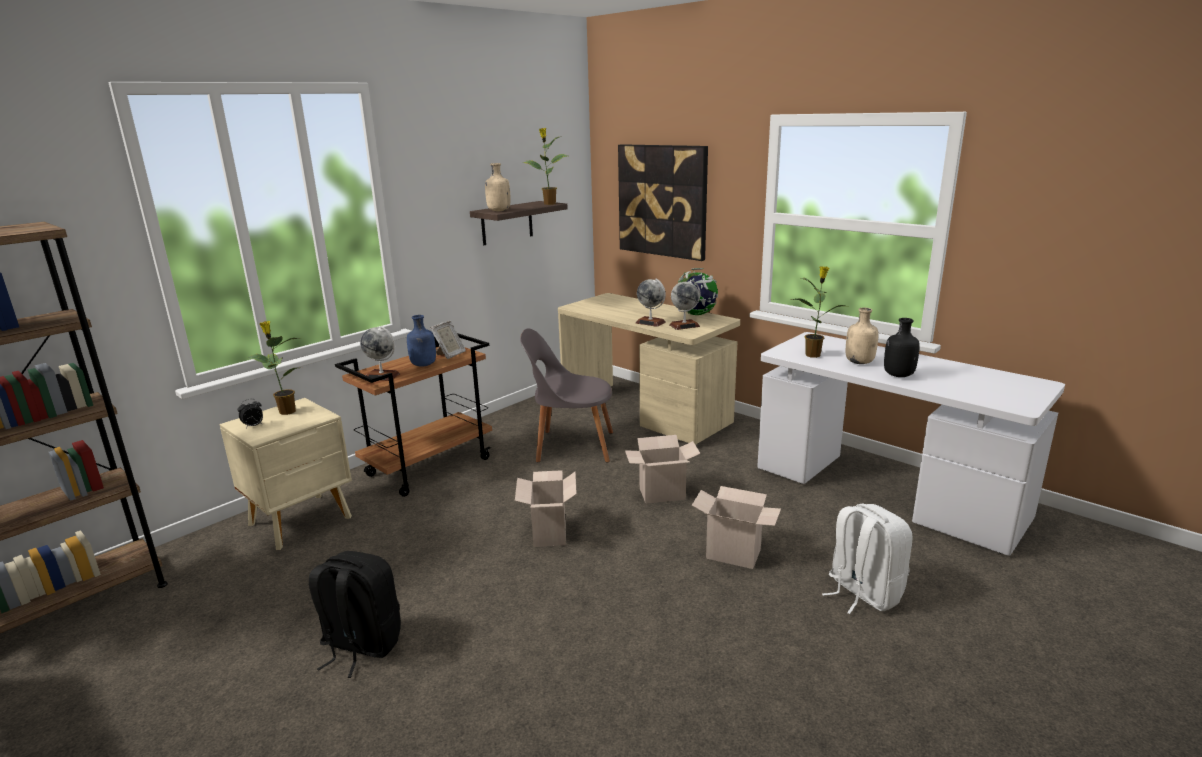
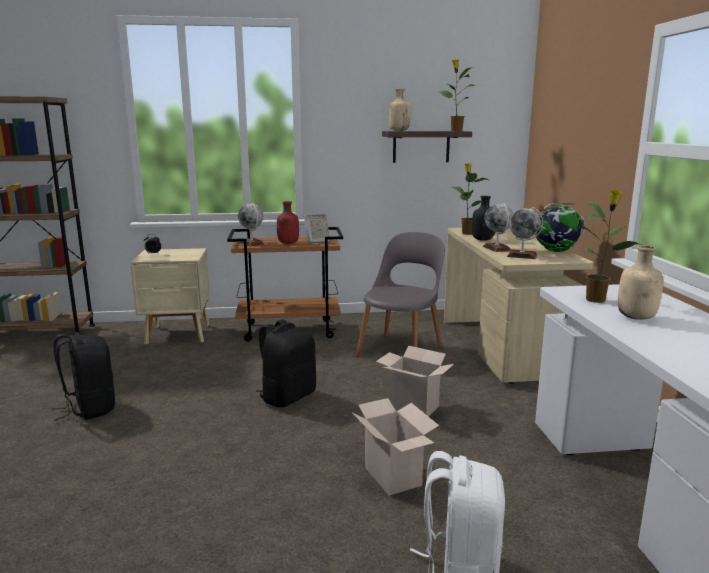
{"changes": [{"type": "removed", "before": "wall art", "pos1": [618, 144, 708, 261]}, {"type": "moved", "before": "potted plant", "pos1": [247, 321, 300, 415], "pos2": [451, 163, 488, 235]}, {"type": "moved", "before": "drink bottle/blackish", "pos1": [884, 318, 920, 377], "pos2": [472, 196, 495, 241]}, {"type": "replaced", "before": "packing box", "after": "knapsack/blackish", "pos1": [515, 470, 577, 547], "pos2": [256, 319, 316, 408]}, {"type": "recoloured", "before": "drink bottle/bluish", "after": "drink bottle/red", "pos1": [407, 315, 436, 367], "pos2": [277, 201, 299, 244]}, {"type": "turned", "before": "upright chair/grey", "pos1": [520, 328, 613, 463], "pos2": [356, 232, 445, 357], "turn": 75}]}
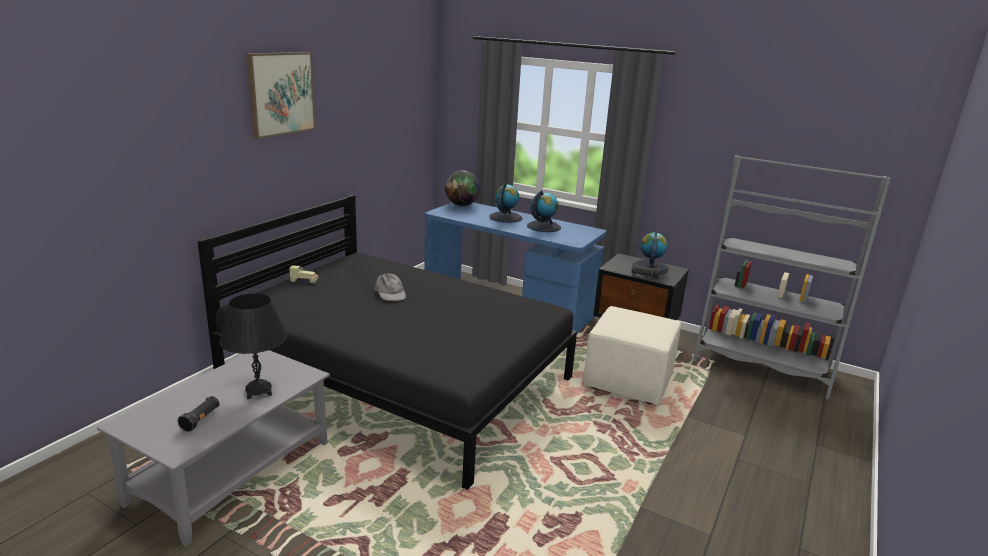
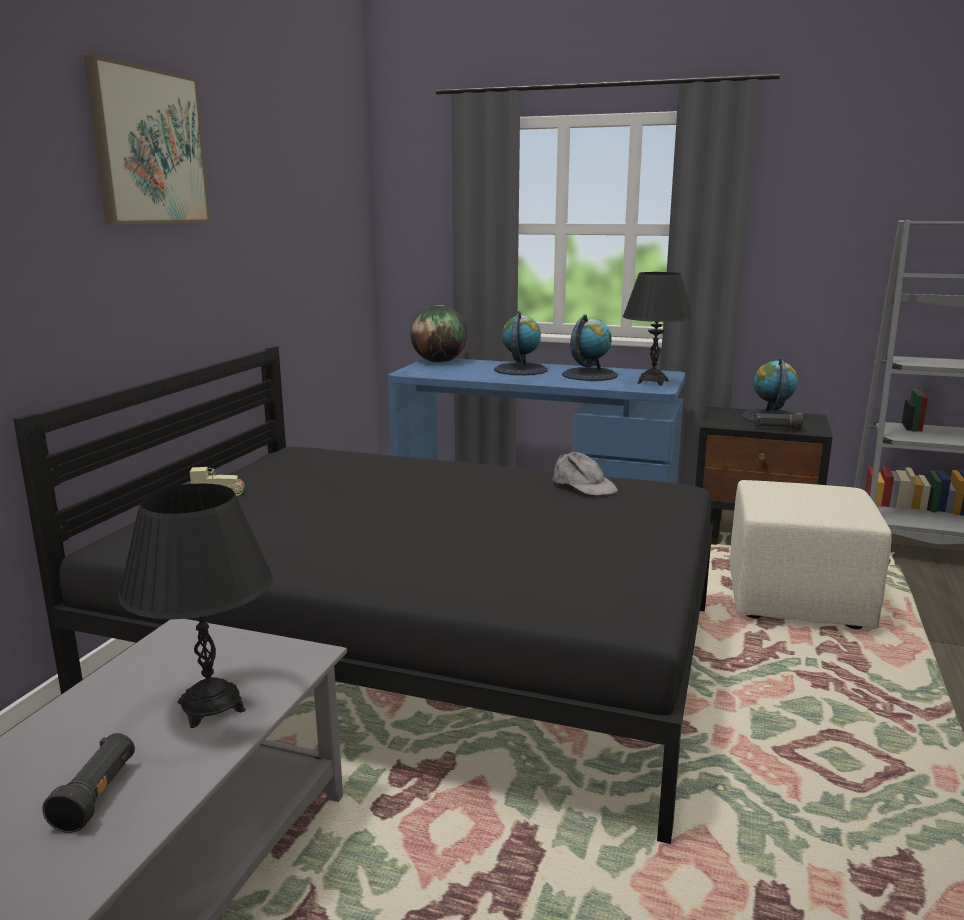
{"changes": [{"type": "added", "after": "tabletop lamp/blackish", "pos2": [623, 272, 692, 386]}, {"type": "moved", "before": "cap/grey", "pos1": [374, 274, 406, 301], "pos2": [553, 452, 618, 495]}]}
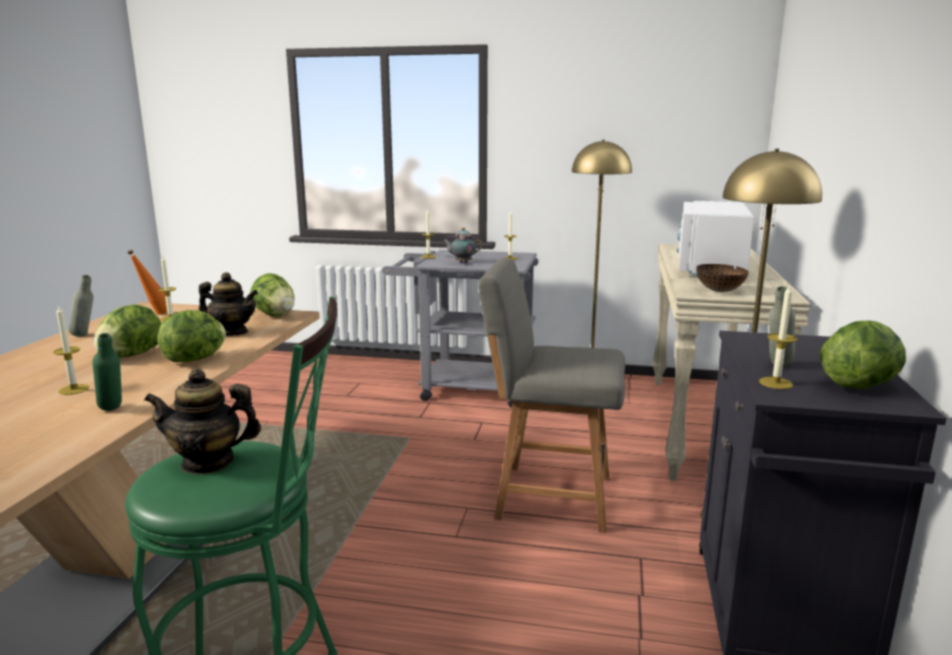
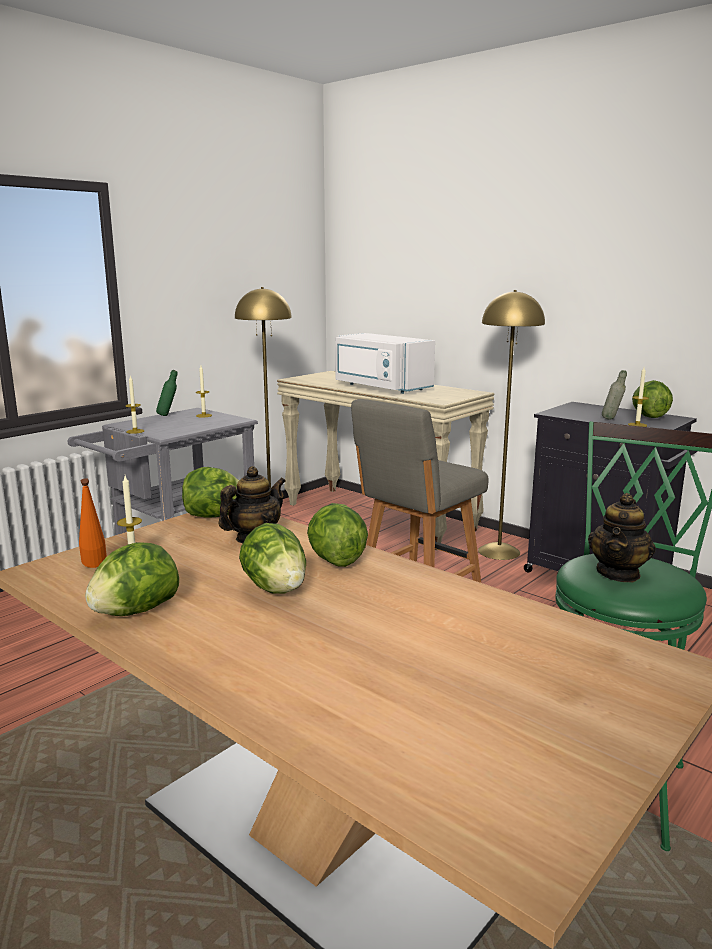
{"changes": [{"type": "removed", "before": "wax light", "pos1": [53, 305, 89, 395]}, {"type": "removed", "before": "tea pot", "pos1": [443, 227, 483, 263]}, {"type": "removed", "before": "bowl", "pos1": [696, 264, 748, 292]}, {"type": "moved", "before": "drink bottle/green-coloured", "pos1": [93, 333, 122, 411], "pos2": [156, 370, 178, 416]}, {"type": "replaced", "before": "drink bottle/grey", "after": "lettuce", "pos1": [69, 275, 94, 337], "pos2": [85, 542, 179, 616]}]}
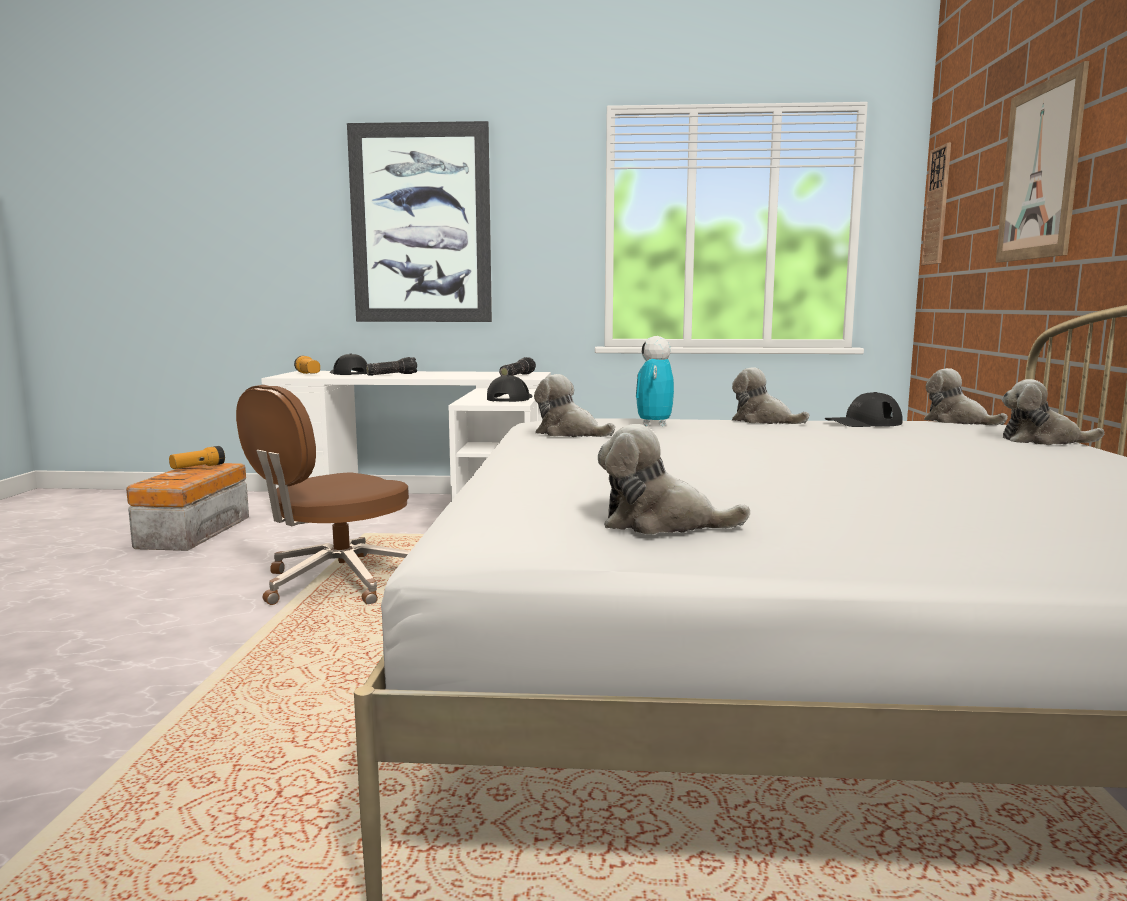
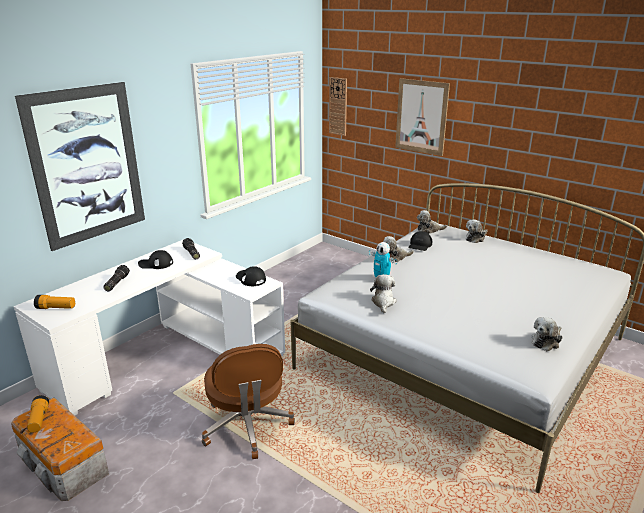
{"changes": [{"type": "moved", "before": "cap/blackish", "pos1": [330, 354, 367, 375], "pos2": [138, 250, 173, 269]}, {"type": "turned", "before": "soft toy", "pos1": [534, 374, 615, 437], "pos2": [370, 274, 397, 313], "turn": 120}]}
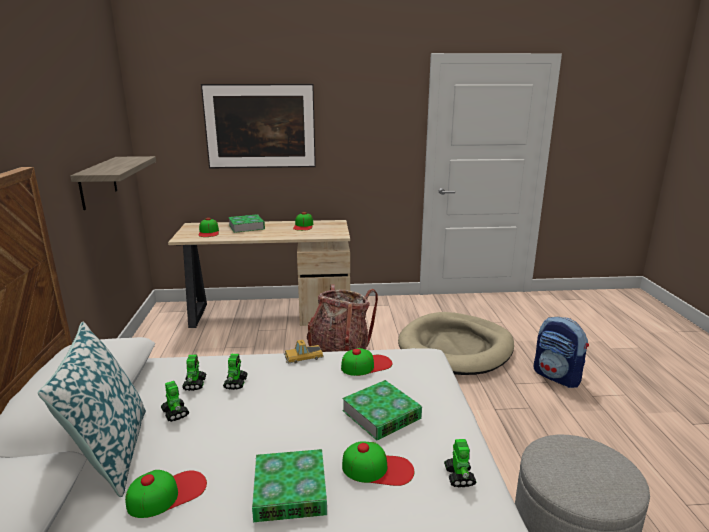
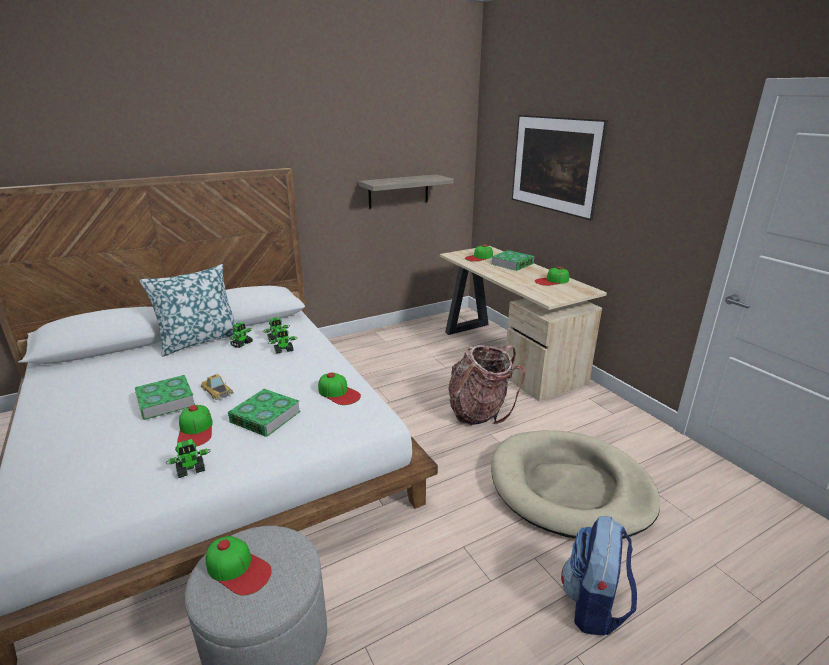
{"changes": [{"type": "moved", "before": "cap", "pos1": [125, 470, 207, 518], "pos2": [205, 536, 272, 595]}, {"type": "moved", "before": "toy car", "pos1": [284, 340, 324, 364], "pos2": [201, 374, 234, 400]}]}
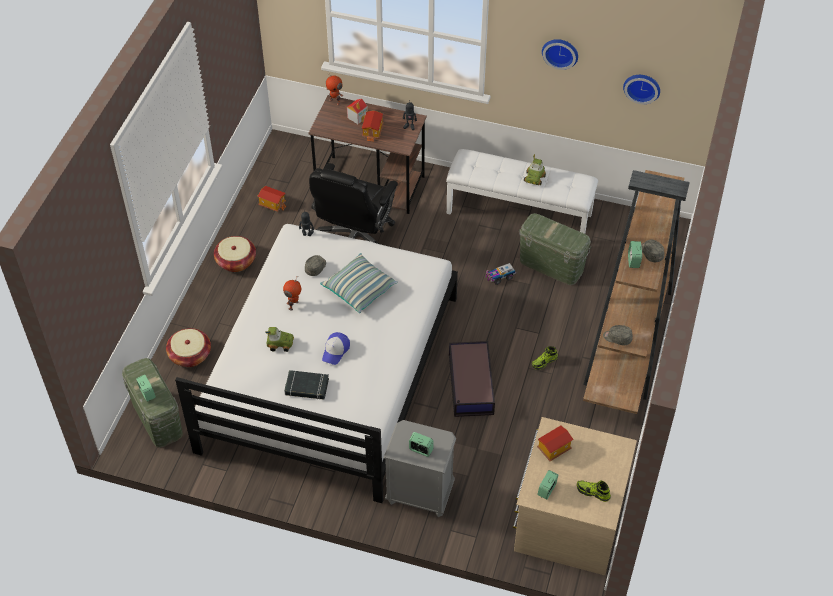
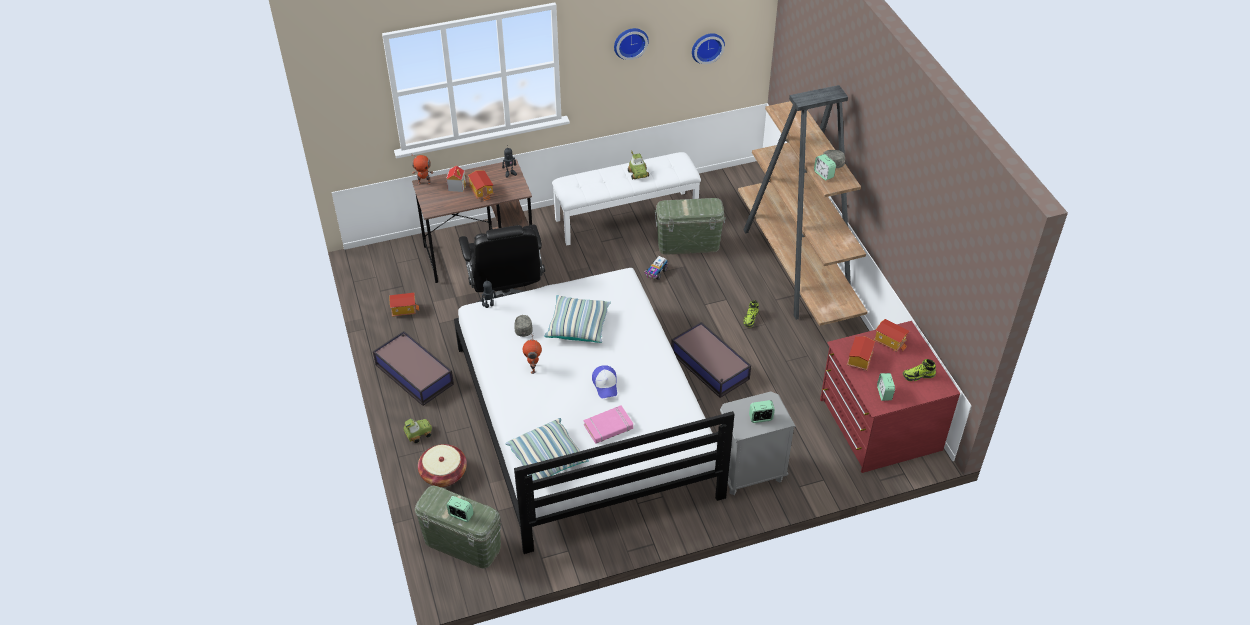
{"changes": [{"type": "removed", "before": "cap/grey", "pos1": [603, 325, 633, 345]}, {"type": "added", "after": "pillow", "pos2": [505, 418, 589, 480]}, {"type": "added", "after": "toy house", "pos2": [873, 319, 910, 352]}, {"type": "moved", "before": "toy car", "pos1": [265, 327, 294, 352], "pos2": [403, 419, 432, 443]}, {"type": "replaced", "before": "storage basket", "after": "storage bin", "pos1": [214, 236, 256, 272], "pos2": [373, 331, 454, 406]}, {"type": "recoloured", "before": "book/blackish", "after": "book/pink-coloured", "pos1": [284, 370, 329, 400], "pos2": [584, 405, 633, 444]}, {"type": "recoloured", "before": "drawer chest/beige-coloured", "after": "drawer chest/red", "pos1": [513, 417, 637, 575], "pos2": [820, 321, 960, 473]}]}
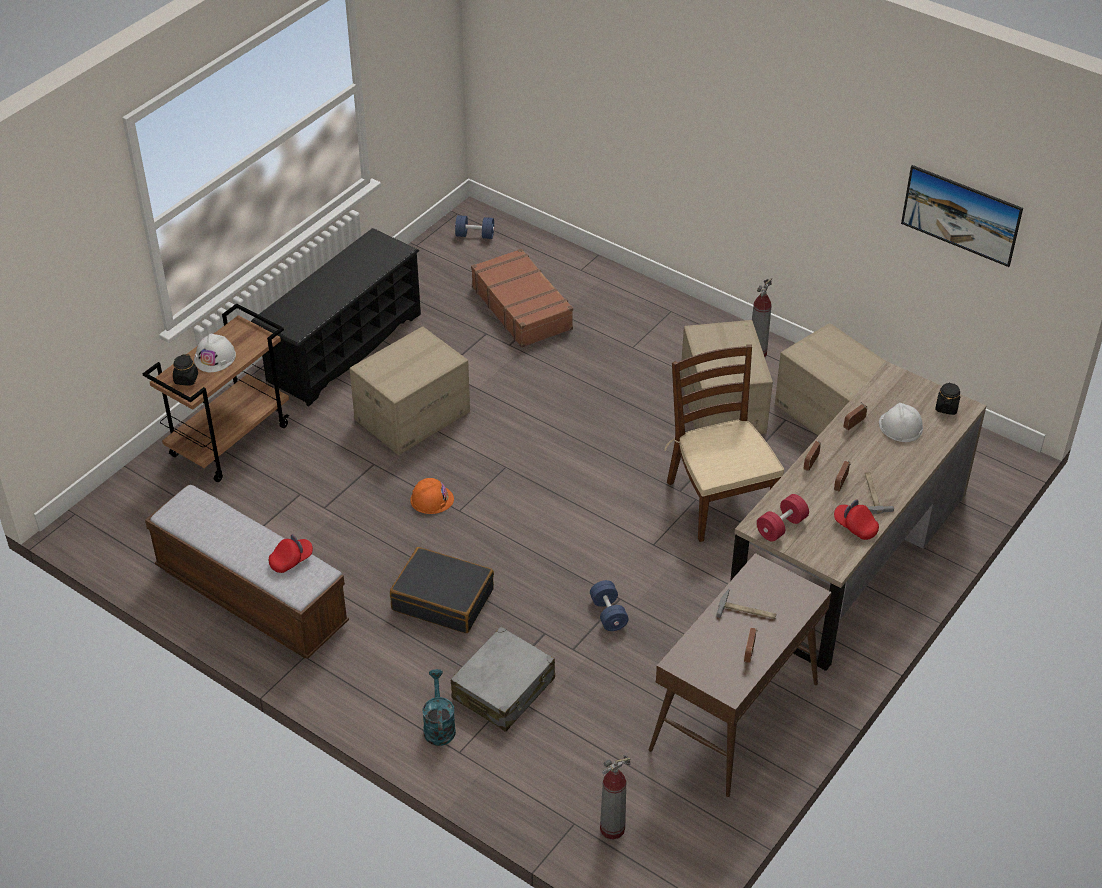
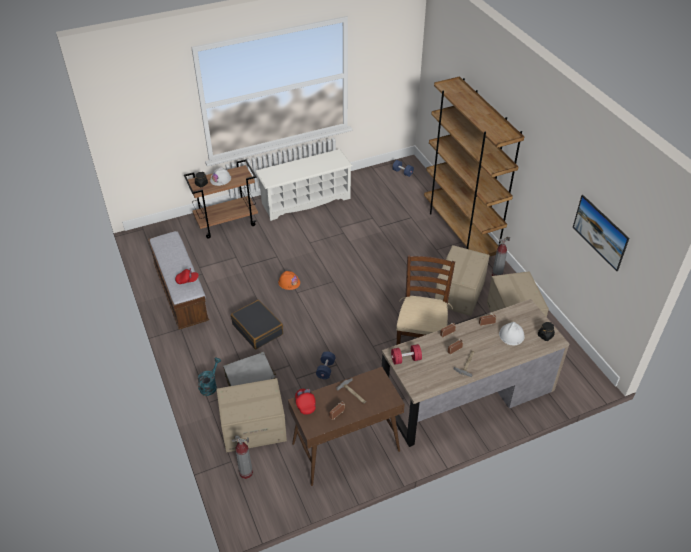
{"changes": [{"type": "removed", "before": "travel case/brown", "pos1": [471, 248, 573, 348]}, {"type": "added", "after": "bookcase/brown", "pos2": [424, 76, 524, 257]}, {"type": "moved", "before": "packing box", "pos1": [350, 326, 470, 455], "pos2": [216, 378, 287, 452]}, {"type": "moved", "before": "cap/red", "pos1": [834, 499, 879, 540], "pos2": [295, 389, 316, 415]}, {"type": "recoloured", "before": "shoe shelf/blackish", "after": "shoe shelf/white", "pos1": [251, 228, 421, 407], "pos2": [255, 149, 352, 221]}]}
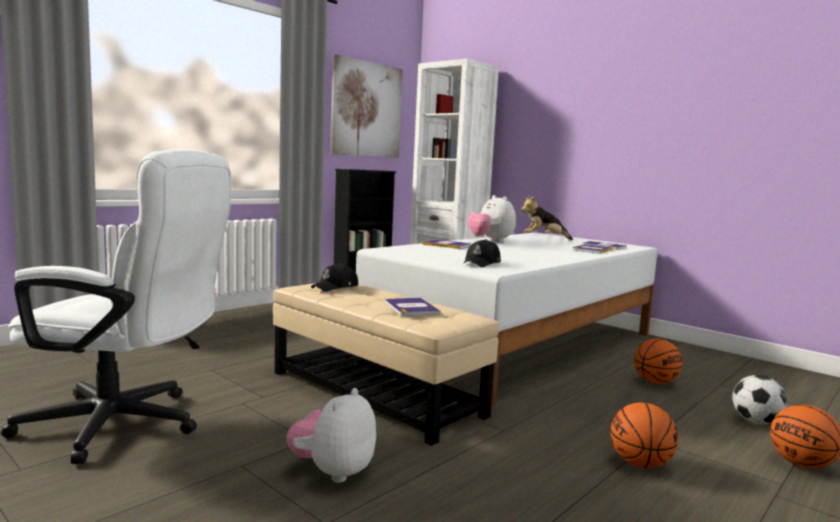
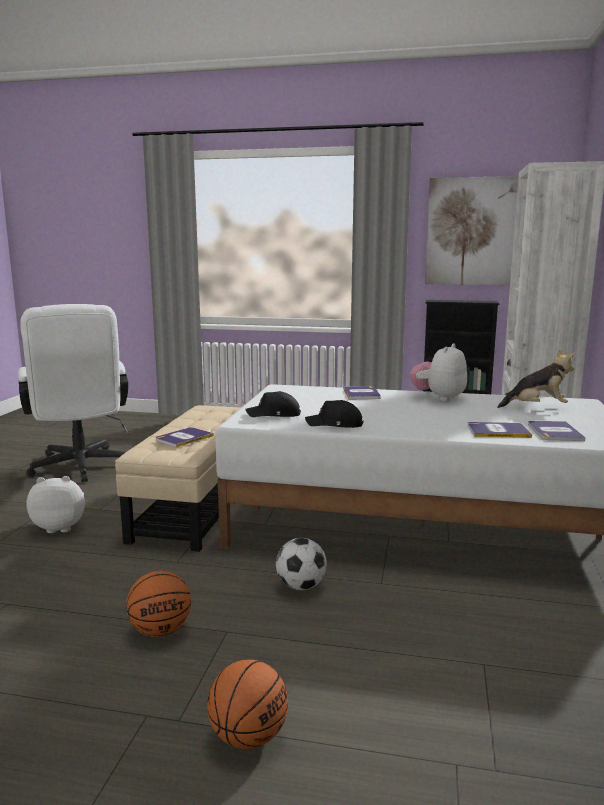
{"changes": [{"type": "removed", "before": "basketball", "pos1": [634, 339, 683, 384]}, {"type": "moved", "before": "cap/blackish", "pos1": [311, 263, 358, 292], "pos2": [305, 400, 363, 428]}, {"type": "moved", "before": "football", "pos1": [732, 375, 788, 425], "pos2": [276, 538, 327, 590]}, {"type": "turned", "before": "soft toy", "pos1": [521, 196, 573, 240], "pos2": [497, 349, 575, 408], "turn": 120}]}
